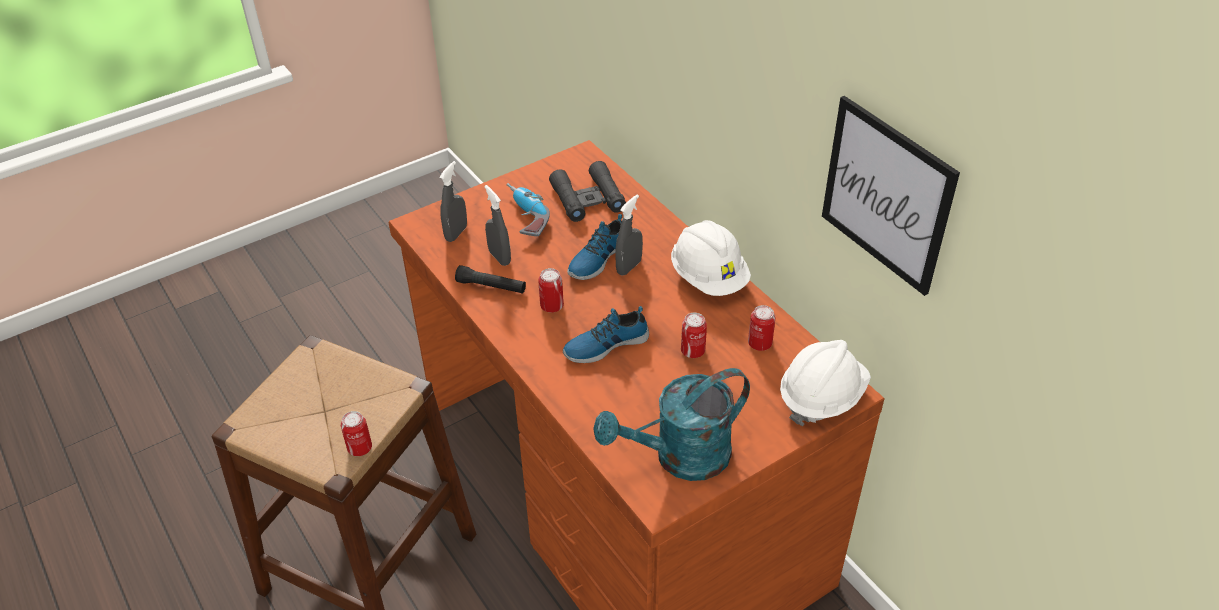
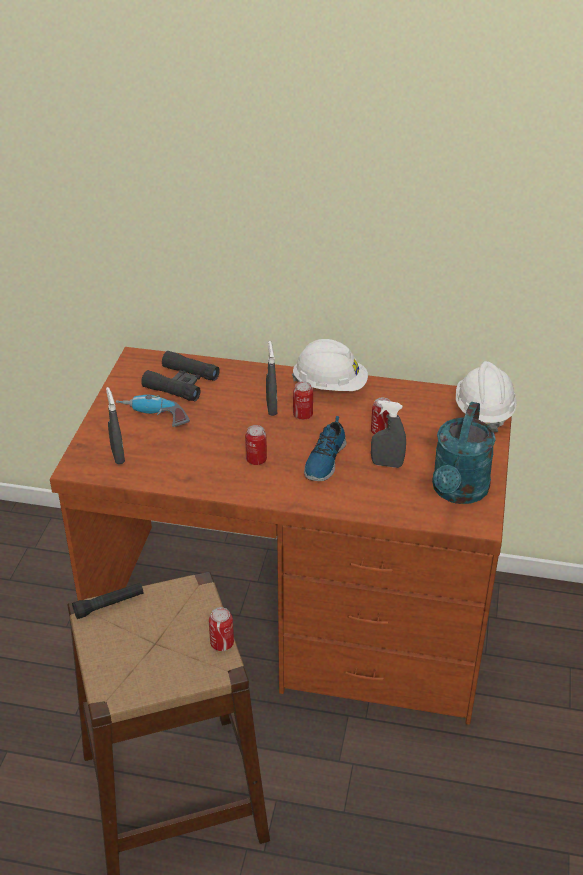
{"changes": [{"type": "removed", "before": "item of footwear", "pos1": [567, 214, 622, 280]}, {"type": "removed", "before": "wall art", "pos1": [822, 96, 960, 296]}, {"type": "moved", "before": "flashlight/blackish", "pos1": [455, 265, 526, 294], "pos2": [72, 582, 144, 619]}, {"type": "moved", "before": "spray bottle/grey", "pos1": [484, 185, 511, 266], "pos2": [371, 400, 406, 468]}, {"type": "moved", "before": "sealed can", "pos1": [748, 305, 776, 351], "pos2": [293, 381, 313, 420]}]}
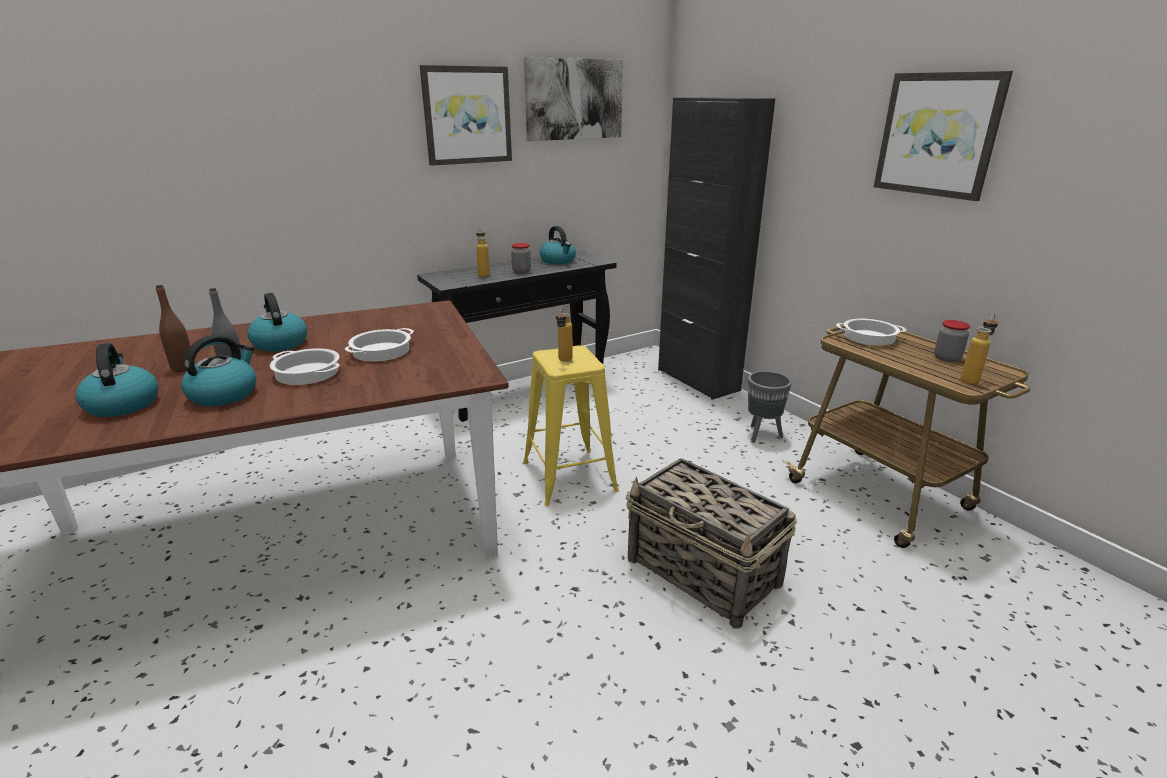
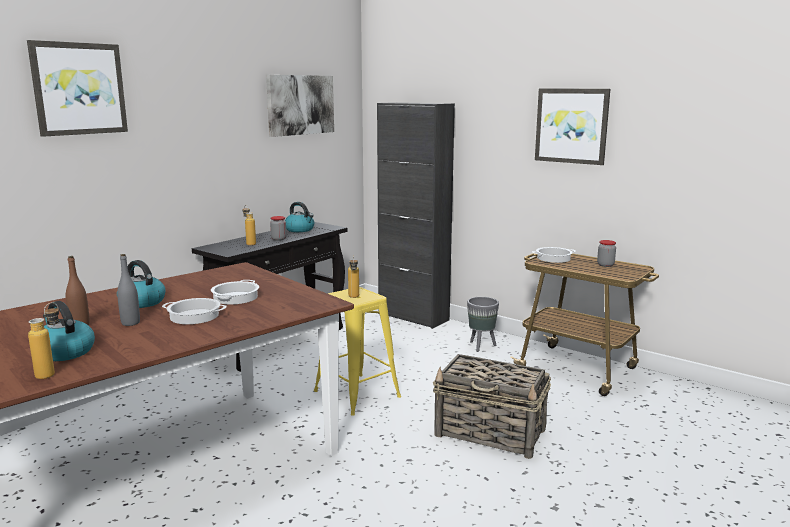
{"changes": [{"type": "removed", "before": "kettle", "pos1": [181, 335, 256, 407]}, {"type": "moved", "before": "wall art", "pos1": [420, 65, 512, 166], "pos2": [27, 40, 128, 137]}, {"type": "moved", "before": "drink bottle", "pos1": [960, 314, 998, 385], "pos2": [28, 302, 59, 379]}]}
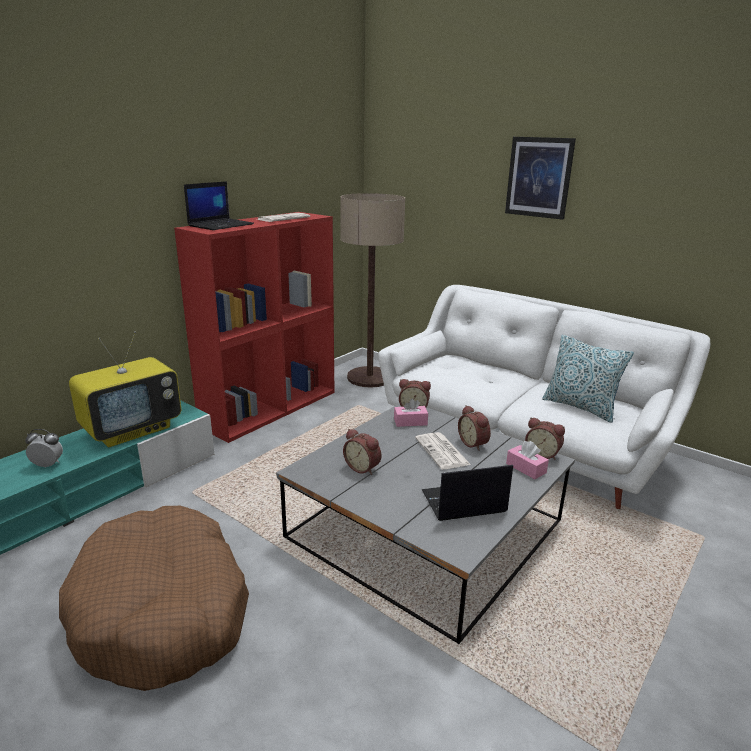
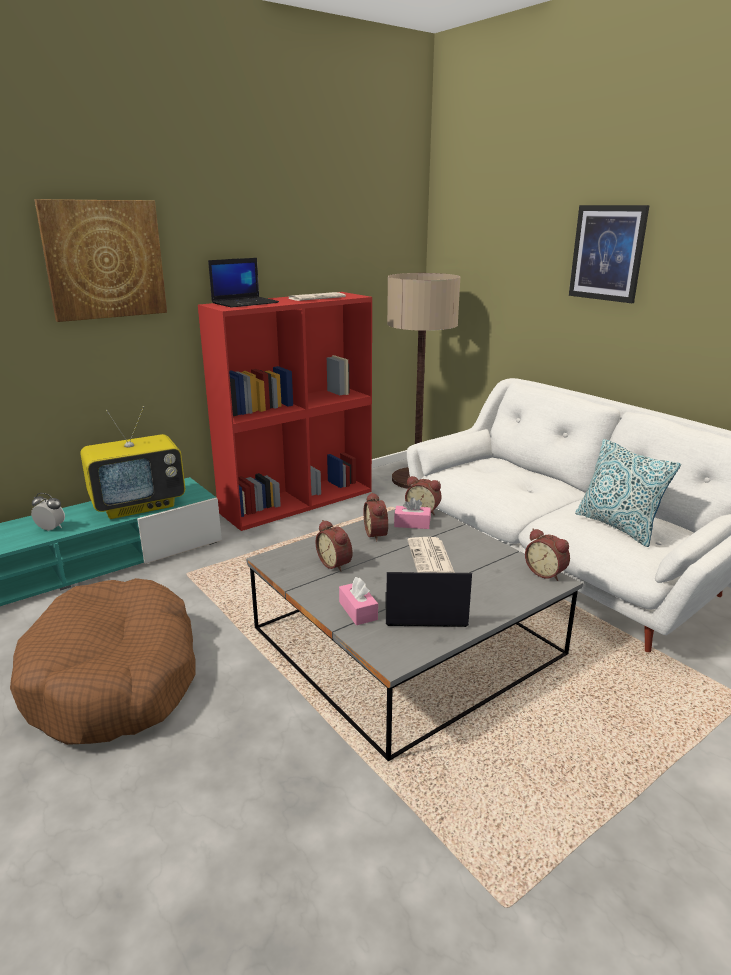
{"changes": [{"type": "added", "after": "wall art", "pos2": [34, 199, 167, 322]}, {"type": "moved", "before": "bedside clock", "pos1": [458, 405, 491, 451], "pos2": [363, 492, 388, 541]}, {"type": "moved", "before": "tissue box/pink-coloured", "pos1": [506, 441, 549, 479], "pos2": [339, 577, 378, 625]}]}
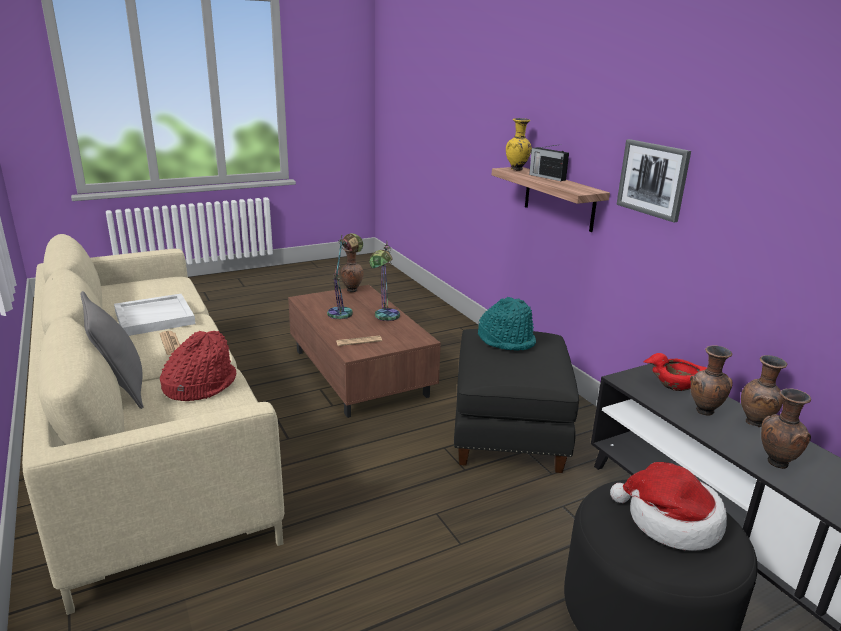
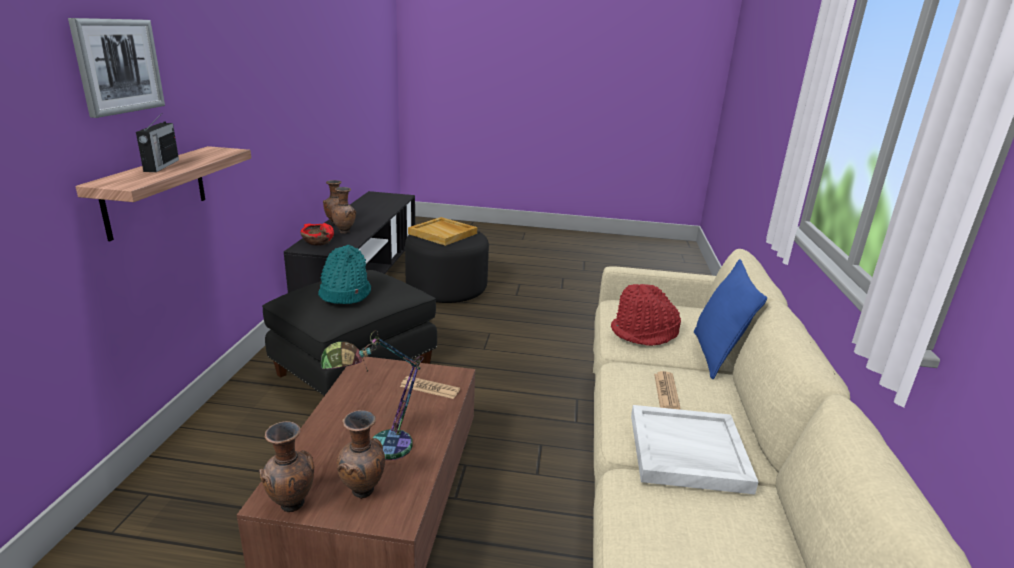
{"changes": [{"type": "removed", "before": "tabletop lamp", "pos1": [370, 240, 400, 321]}, {"type": "removed", "before": "decorative vase/yellowish", "pos1": [506, 118, 532, 171]}, {"type": "moved", "before": "wall art", "pos1": [616, 139, 691, 222], "pos2": [68, 18, 165, 118]}, {"type": "moved", "before": "decorative vase/brown", "pos1": [761, 389, 811, 469], "pos2": [336, 410, 385, 499]}, {"type": "replaced", "before": "clothing hat", "after": "serving tray/beige-coloured", "pos1": [610, 462, 727, 551], "pos2": [408, 217, 477, 246]}, {"type": "recoloured", "before": "pillow/grey", "after": "pillow/bluish", "pos1": [80, 291, 144, 409], "pos2": [694, 259, 767, 379]}]}
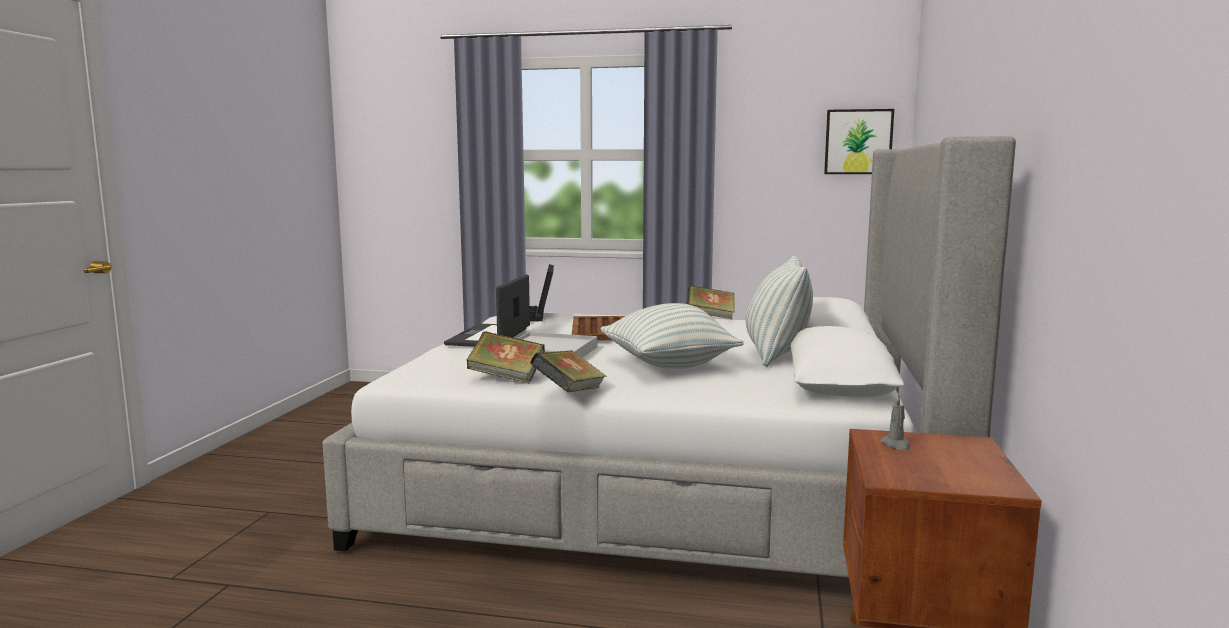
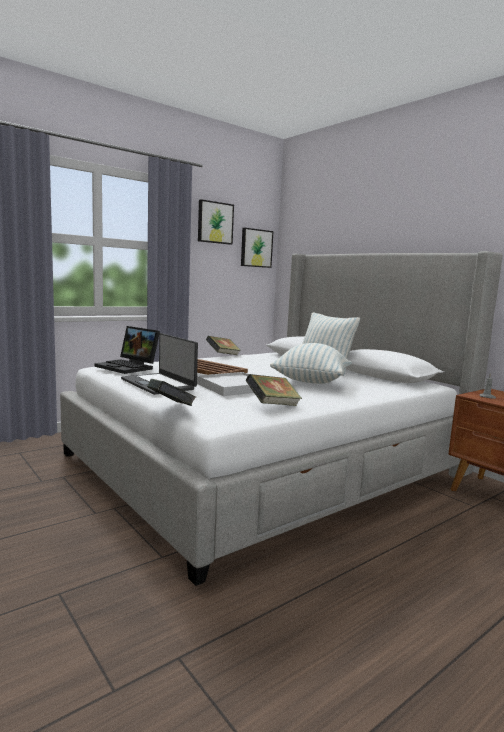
{"changes": [{"type": "added", "after": "wall art", "pos2": [198, 199, 234, 245]}, {"type": "moved", "before": "book", "pos1": [530, 350, 606, 392], "pos2": [147, 379, 196, 406]}]}
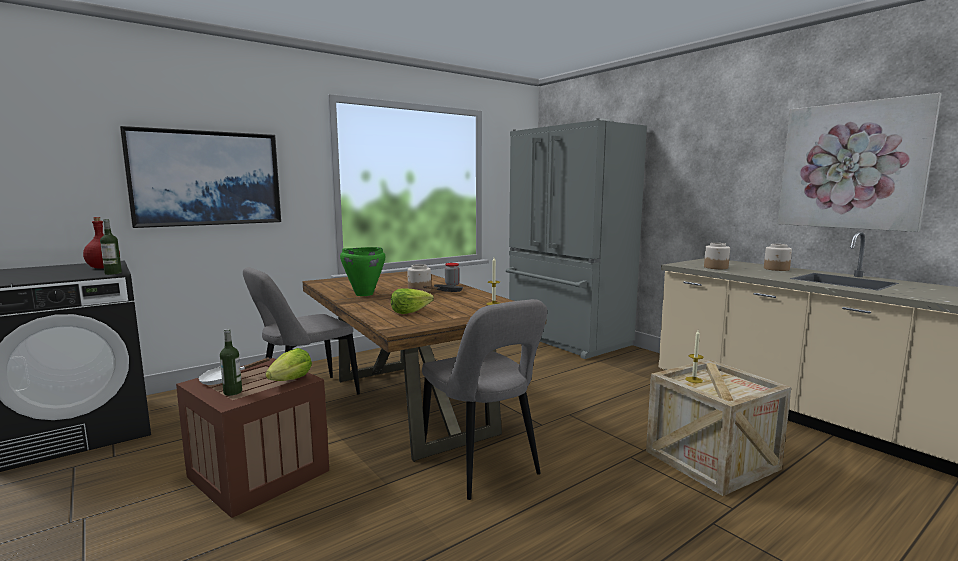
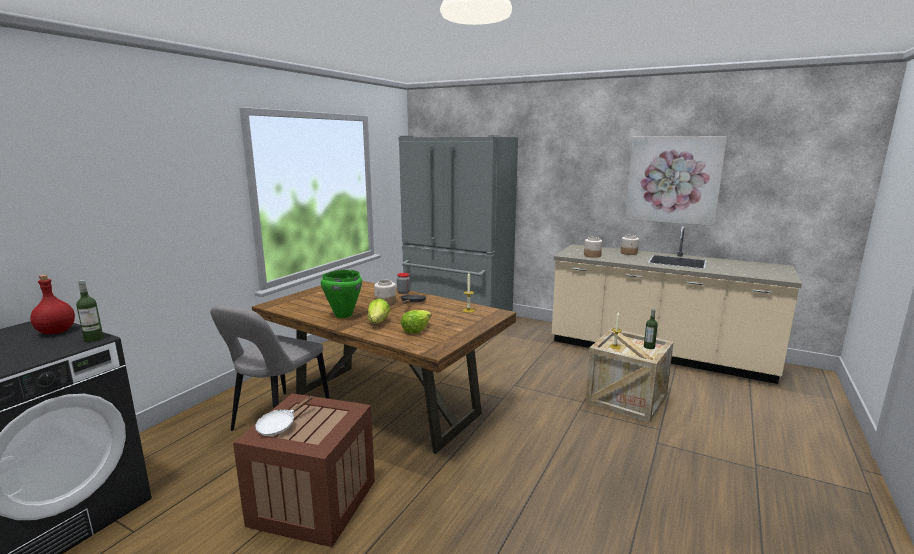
{"changes": [{"type": "removed", "before": "wall art", "pos1": [120, 126, 281, 228]}, {"type": "removed", "before": "upright chair/grey", "pos1": [422, 299, 547, 500]}, {"type": "moved", "before": "drink bottle", "pos1": [220, 329, 242, 396], "pos2": [644, 309, 658, 349]}, {"type": "moved", "before": "lettuce", "pos1": [266, 348, 312, 381], "pos2": [368, 298, 390, 323]}]}
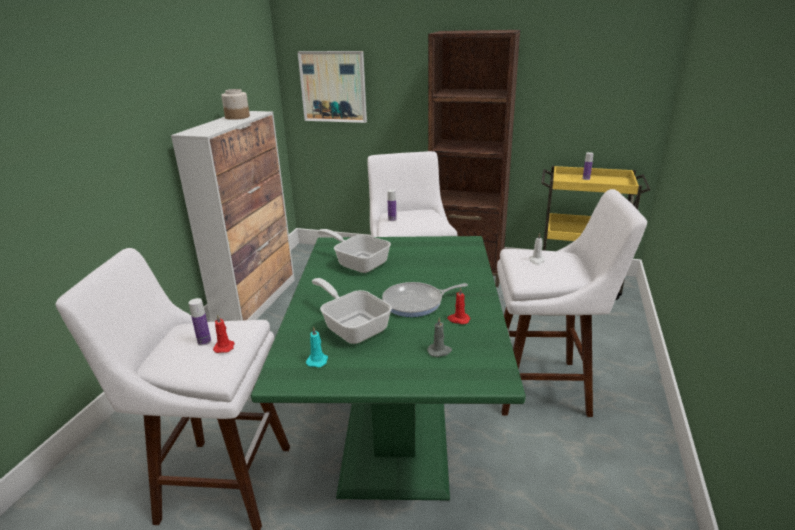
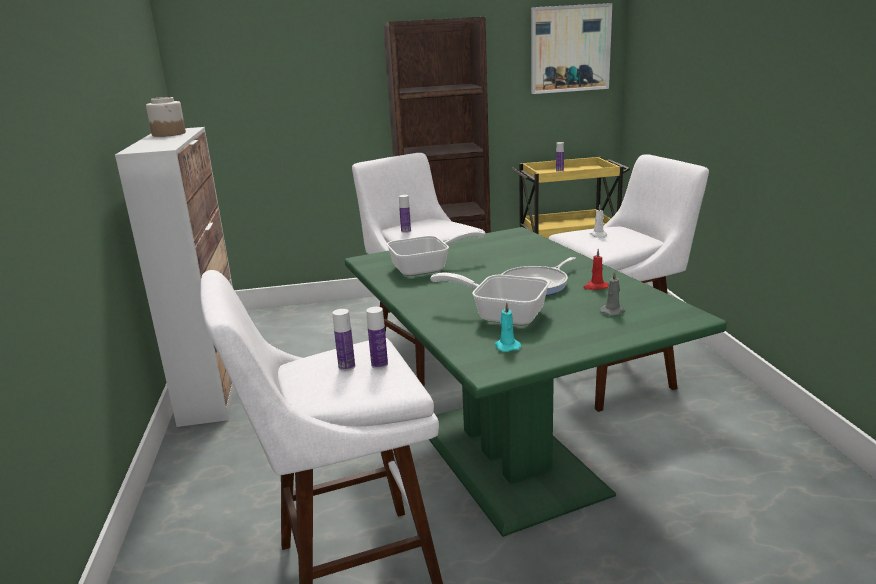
{"changes": [{"type": "moved", "before": "wall art", "pos1": [298, 51, 367, 123], "pos2": [531, 3, 612, 94]}, {"type": "replaced", "before": "wax light/red", "after": "drink bottle", "pos1": [213, 314, 234, 353], "pos2": [366, 307, 388, 369]}, {"type": "turned", "before": "pan", "pos1": [317, 229, 391, 273], "pos2": [387, 230, 485, 276], "turn": 150}]}
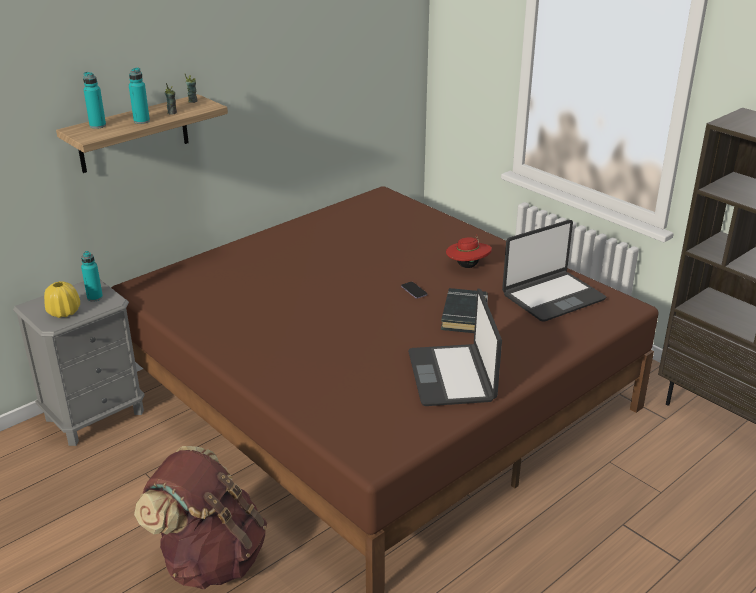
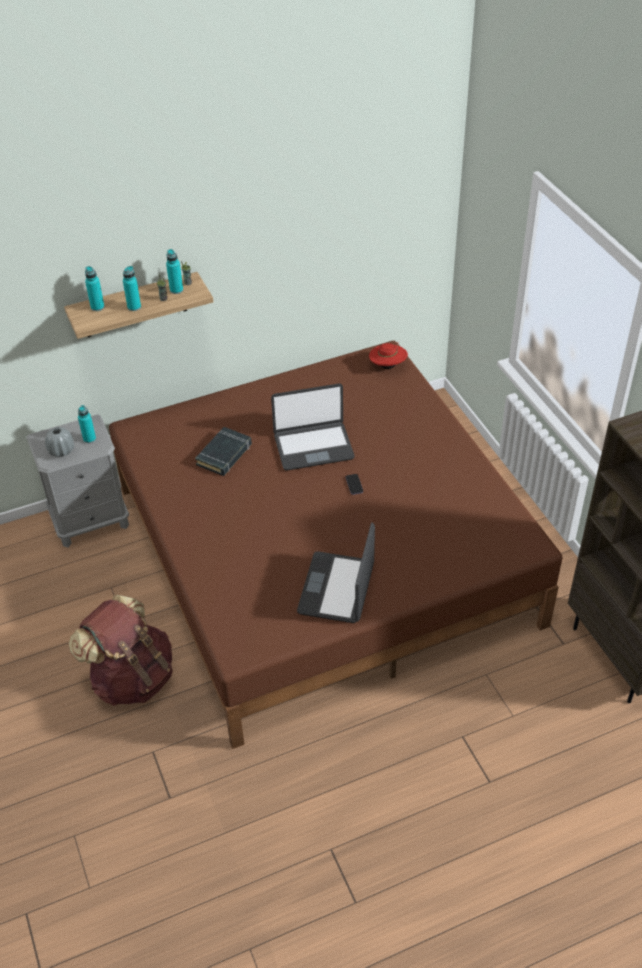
{"changes": [{"type": "added", "after": "drink bottle/blue-green", "pos2": [166, 249, 183, 294]}, {"type": "moved", "before": "book/blackish", "pos1": [441, 288, 488, 333], "pos2": [195, 427, 252, 476]}, {"type": "moved", "before": "clothing hat/red", "pos1": [446, 234, 492, 268], "pos2": [369, 343, 408, 369]}, {"type": "moved", "before": "laptop", "pos1": [502, 220, 606, 321], "pos2": [271, 383, 355, 471]}, {"type": "recoloured", "before": "decorative vase/yellowish", "after": "decorative vase/grey", "pos1": [44, 281, 80, 318], "pos2": [45, 427, 74, 457]}]}
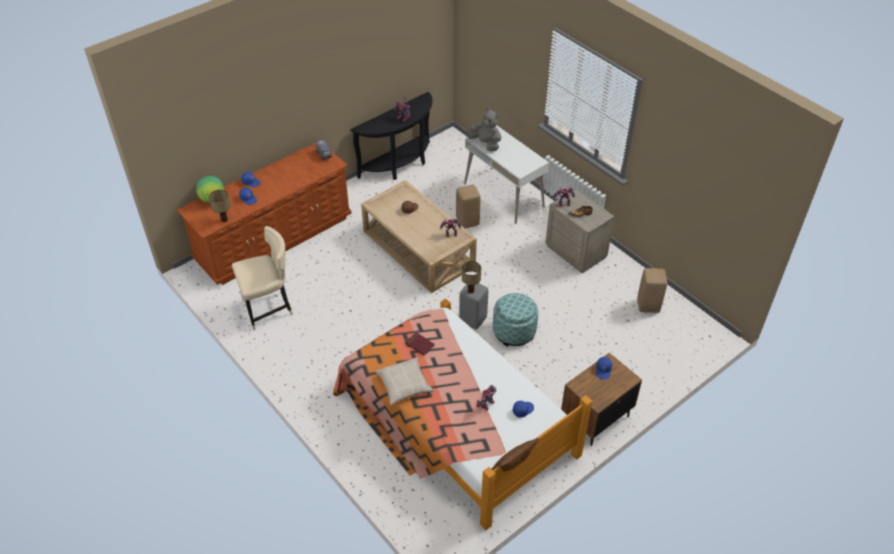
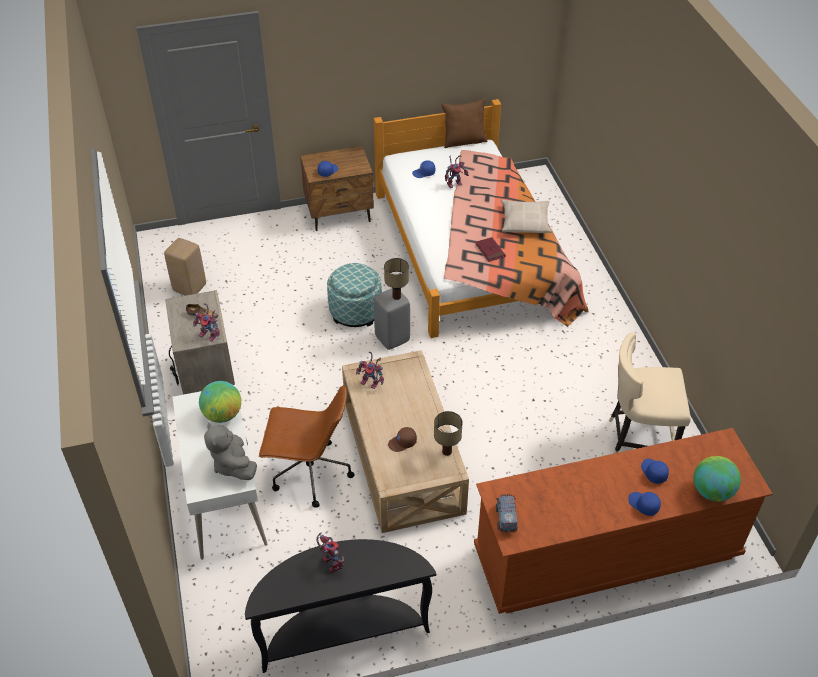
{"changes": [{"type": "added", "after": "desk globe", "pos2": [199, 381, 241, 423]}, {"type": "moved", "before": "tabletop lamp", "pos1": [209, 190, 231, 222], "pos2": [434, 411, 463, 456]}, {"type": "replaced", "before": "stool seat/beige-coloured", "after": "computer chair/brown", "pos1": [456, 185, 480, 228], "pos2": [259, 385, 355, 508]}]}
